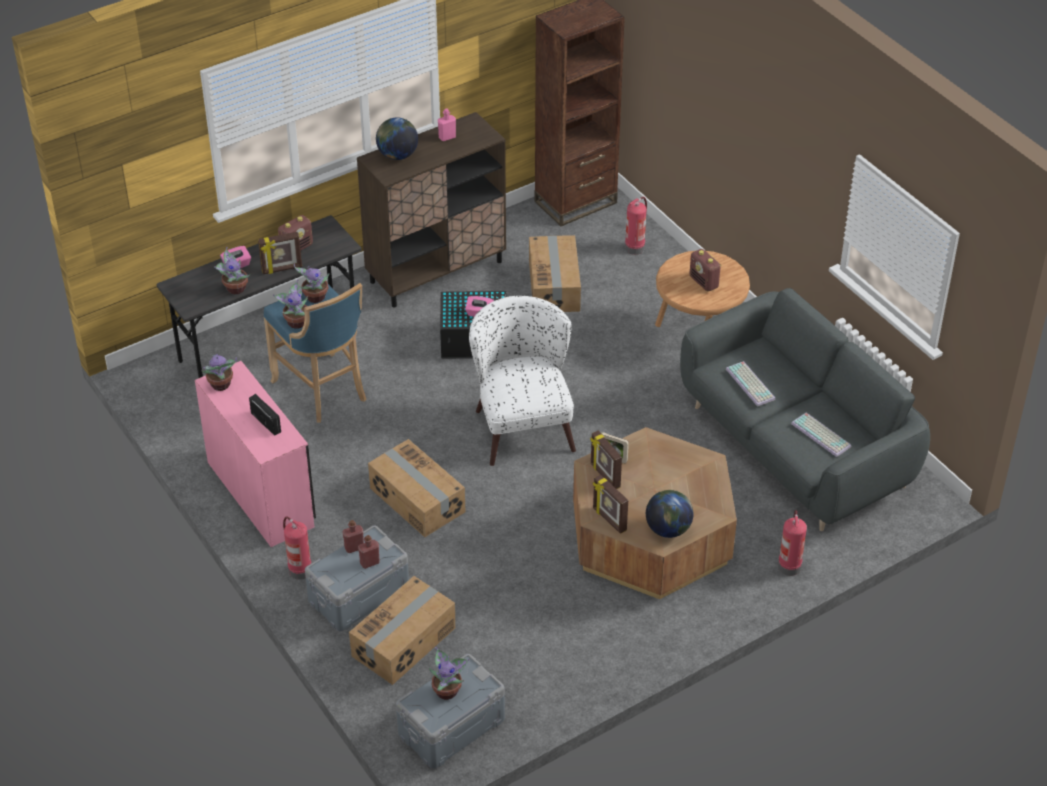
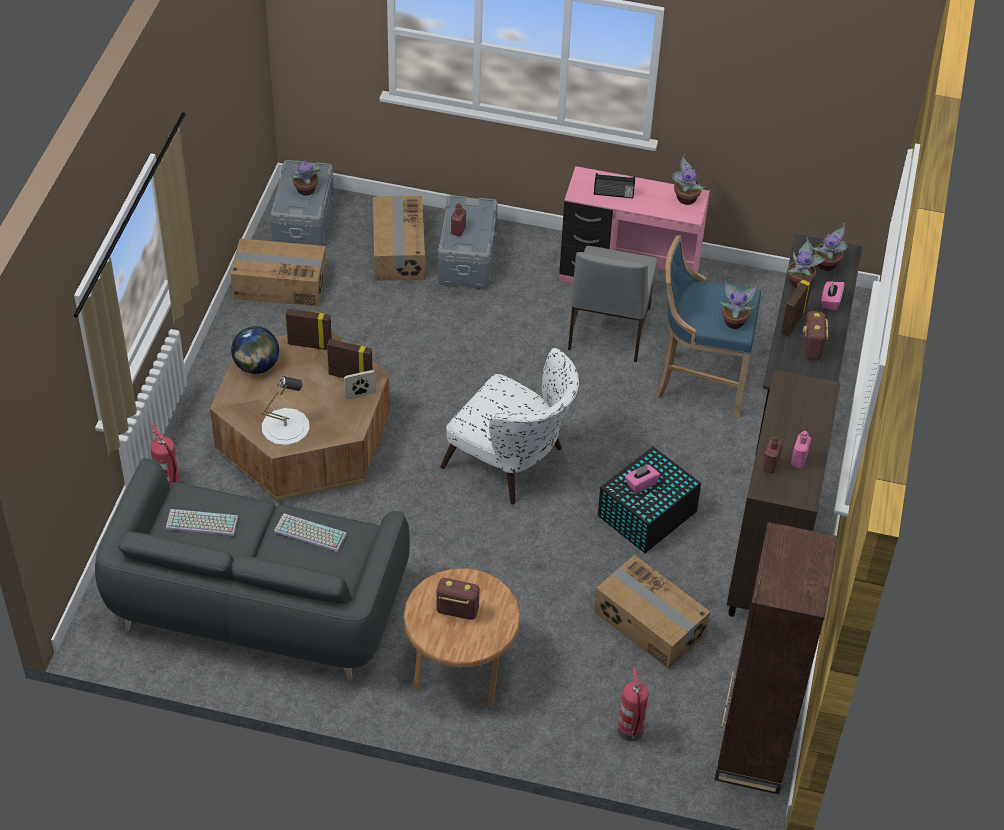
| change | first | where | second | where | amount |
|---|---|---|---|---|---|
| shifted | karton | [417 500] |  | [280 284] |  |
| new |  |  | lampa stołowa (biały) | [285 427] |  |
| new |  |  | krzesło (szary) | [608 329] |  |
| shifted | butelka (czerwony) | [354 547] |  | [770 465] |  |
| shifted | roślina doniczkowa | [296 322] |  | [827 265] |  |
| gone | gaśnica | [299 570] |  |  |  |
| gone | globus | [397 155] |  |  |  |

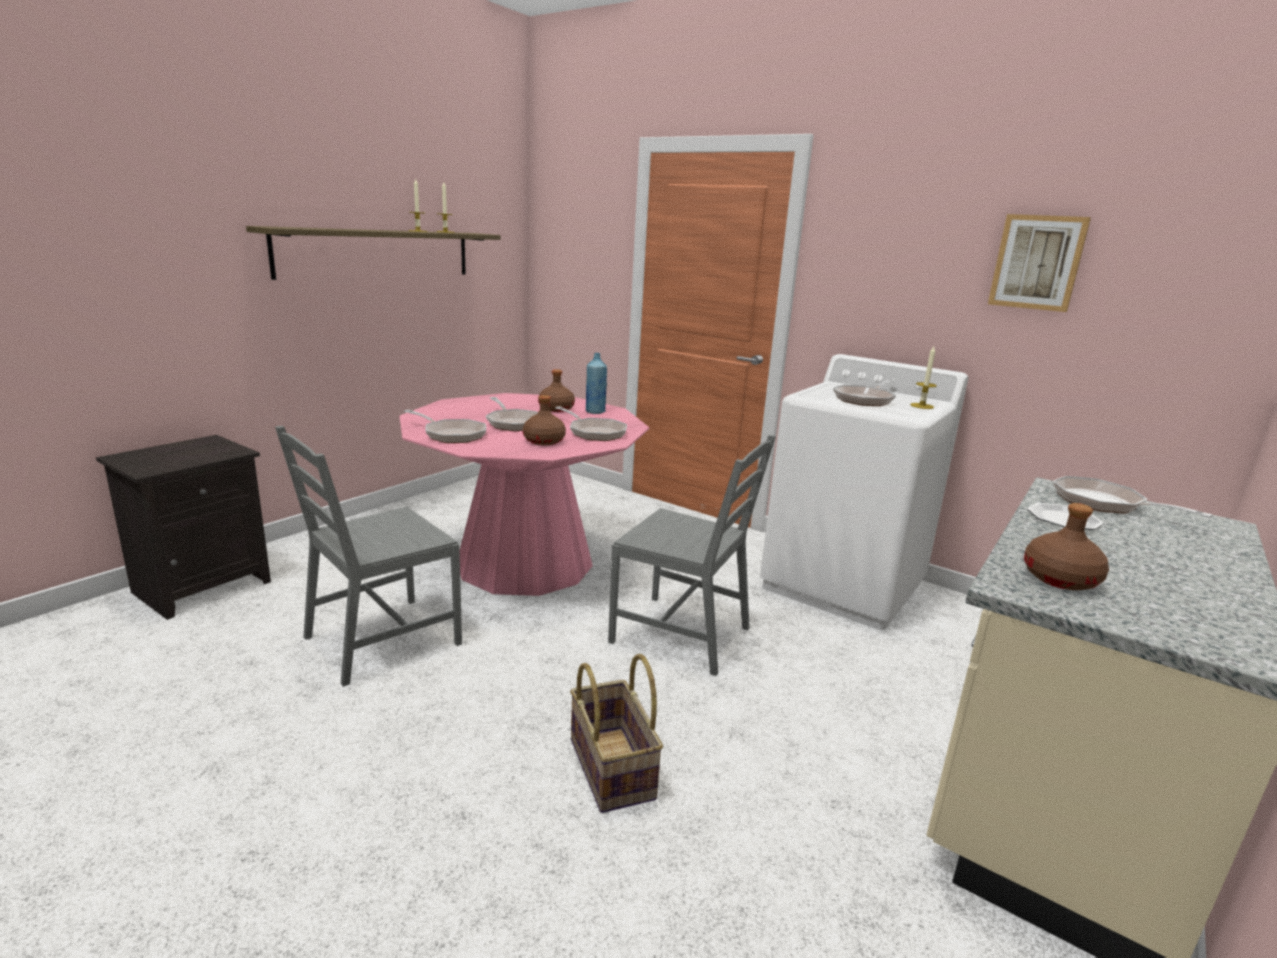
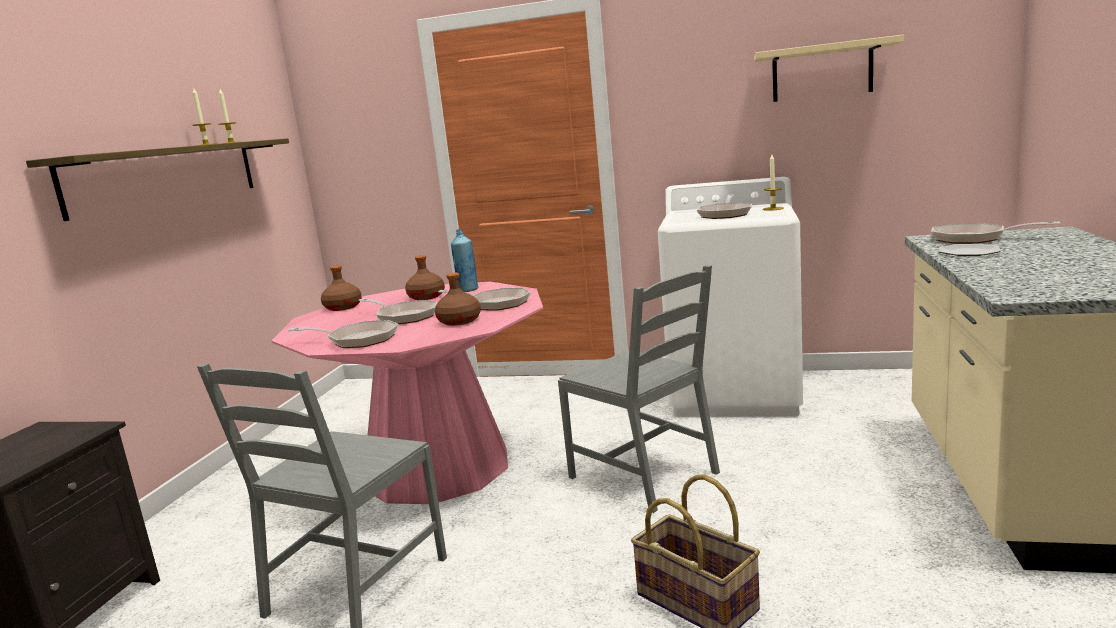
| change | first | where | second | where | amount |
|---|---|---|---|---|---|
| shifted | butelka (brązowy) | [1061 579] |  | [343 307] |  |
| rotated | krzesło (szary) | [682 634] |  | [645 474] | 45 degrees clockwise |
| swapped | obraz | [1037 262] | półka (beżowy) | [822 72] |  |

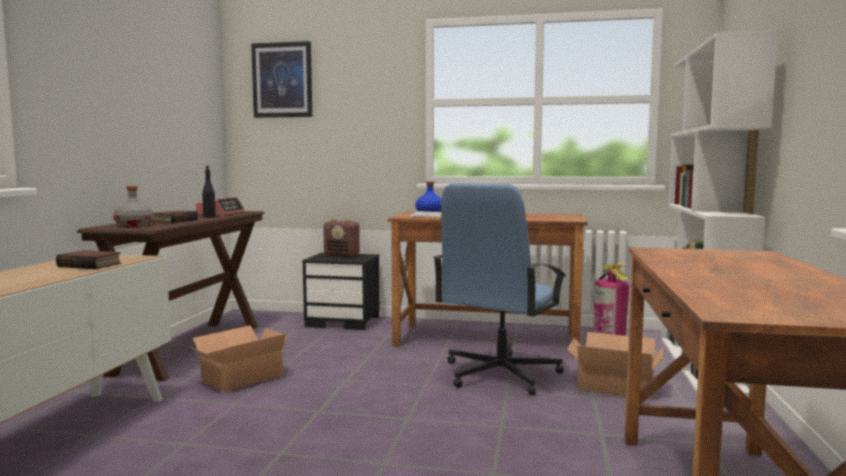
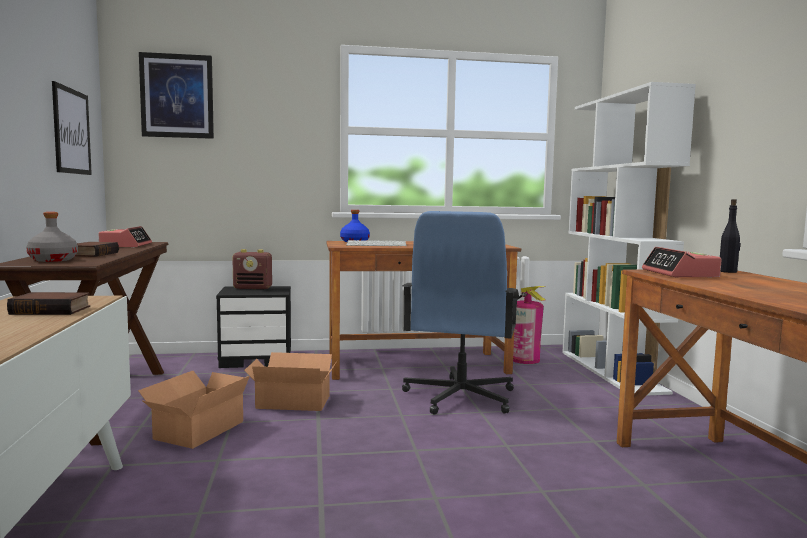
| change | first | where | second | where | amount |
|---|---|---|---|---|---|
| new |  |  | obraz | [71 131] |  |
| shifted | karton | [613 385] |  | [292 401] |  |
| new |  |  | budzik | [680 274] |  |
| shifted | butelka (czarny) | [209 217] |  | [728 271] |  |

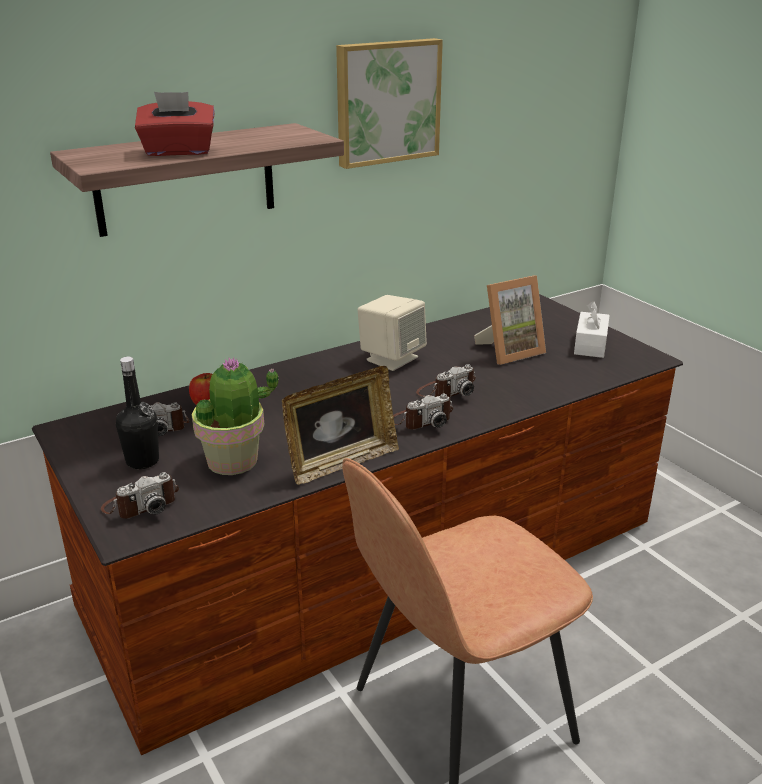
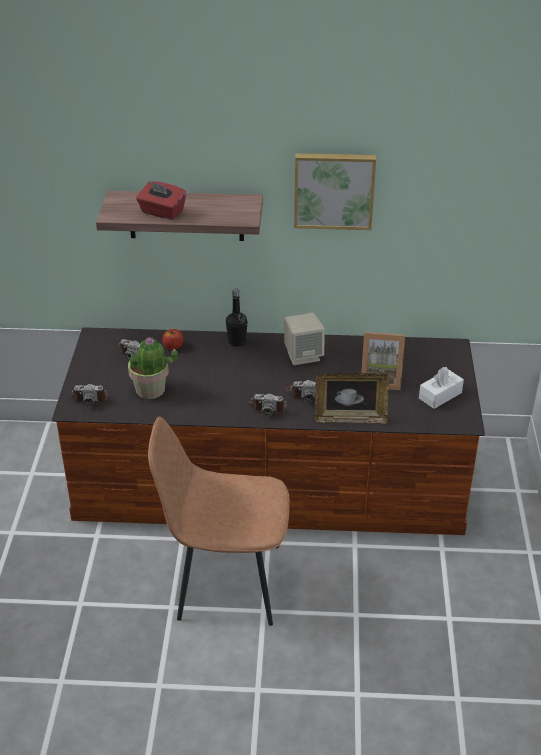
| change | first | where | second | where | amount |
|---|---|---|---|---|---|
| shifted | butelka (czarny) | [142 461] |  | [237 342] |  |
| shifted | ramka na zdjęcie | [341 462] |  | [350 418] |  |

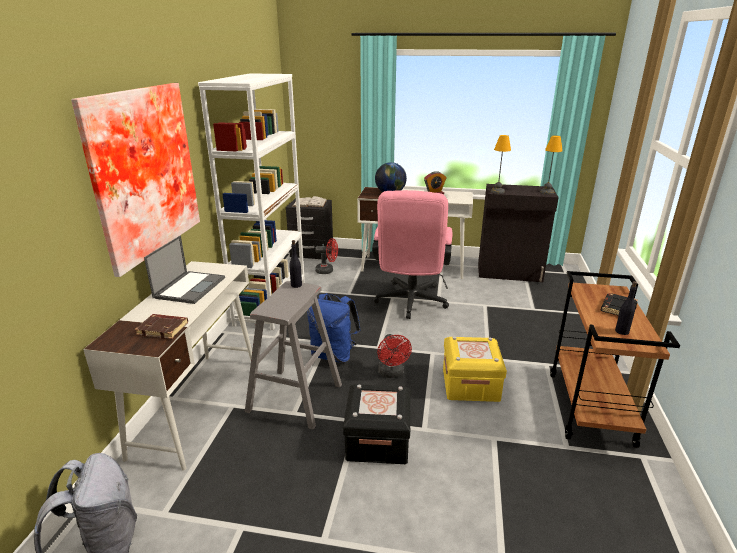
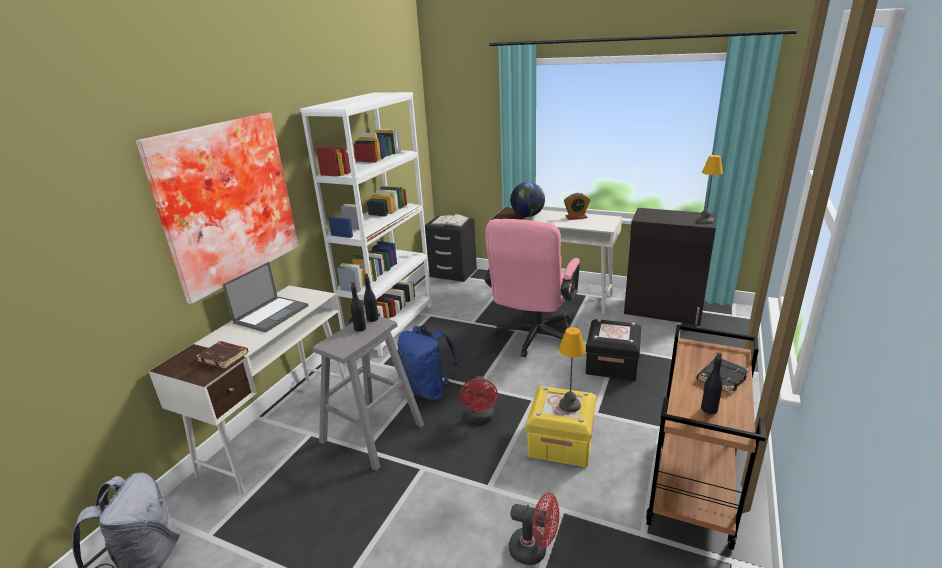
| change | first | where | second | where | amount |
|---|---|---|---|---|---|
| new |  |  | butelka (czarny) | [360 328] |  |
| shifted | wentylator (czerwony) | [327 271] |  | [534 550] |  |
| shifted | lampa stołowa | [497 191] |  | [569 405] |  |
| shifted | pojemnik do przechowywania (czarny) | [377 440] |  | [612 364] |  |

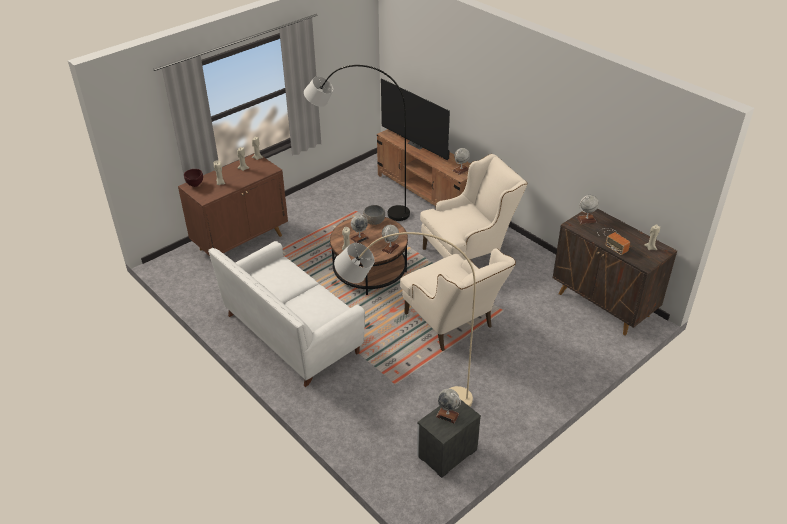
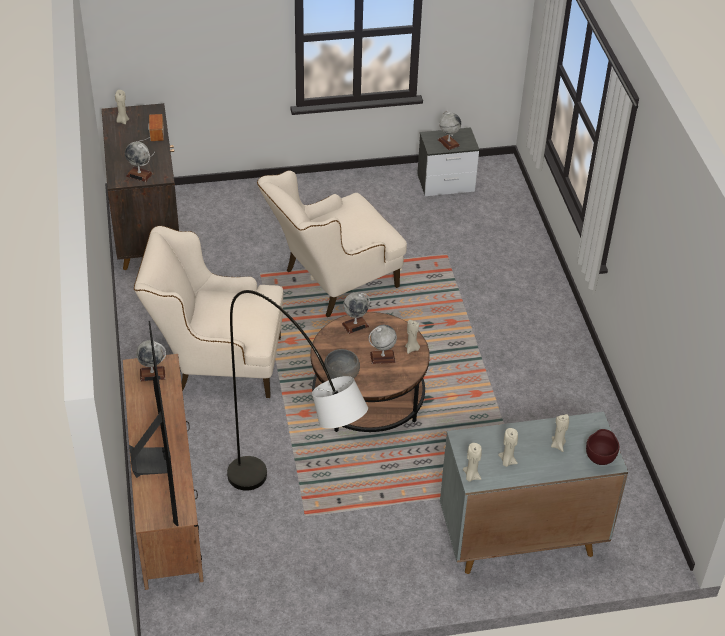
| change | first | where | second | where | amount |
|---|---|---|---|---|---|
| rotated | fotel (beżowy) | [453 325] |  | [331 283] | 120 degrees counterclockwise |
| repainted | szafka (brązowy) | [241 242] | szafka (szary) | [520 538] |  |
| gone | kanapa (biały) | [291 333] |  |  |  |
| gone | lampa stojąca (beżowy) | [403 392] |  |  |  |

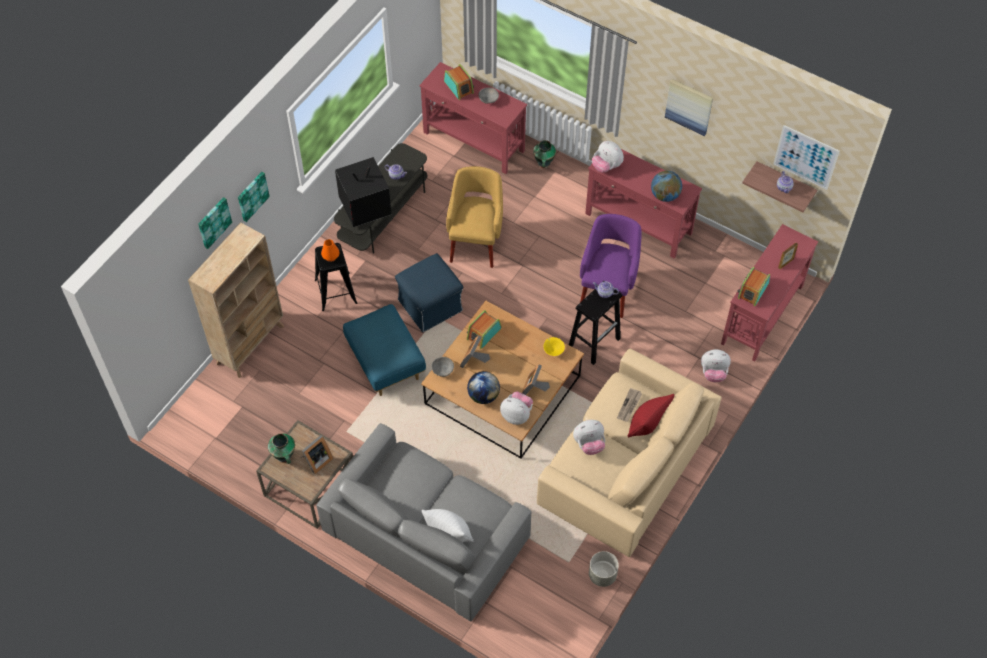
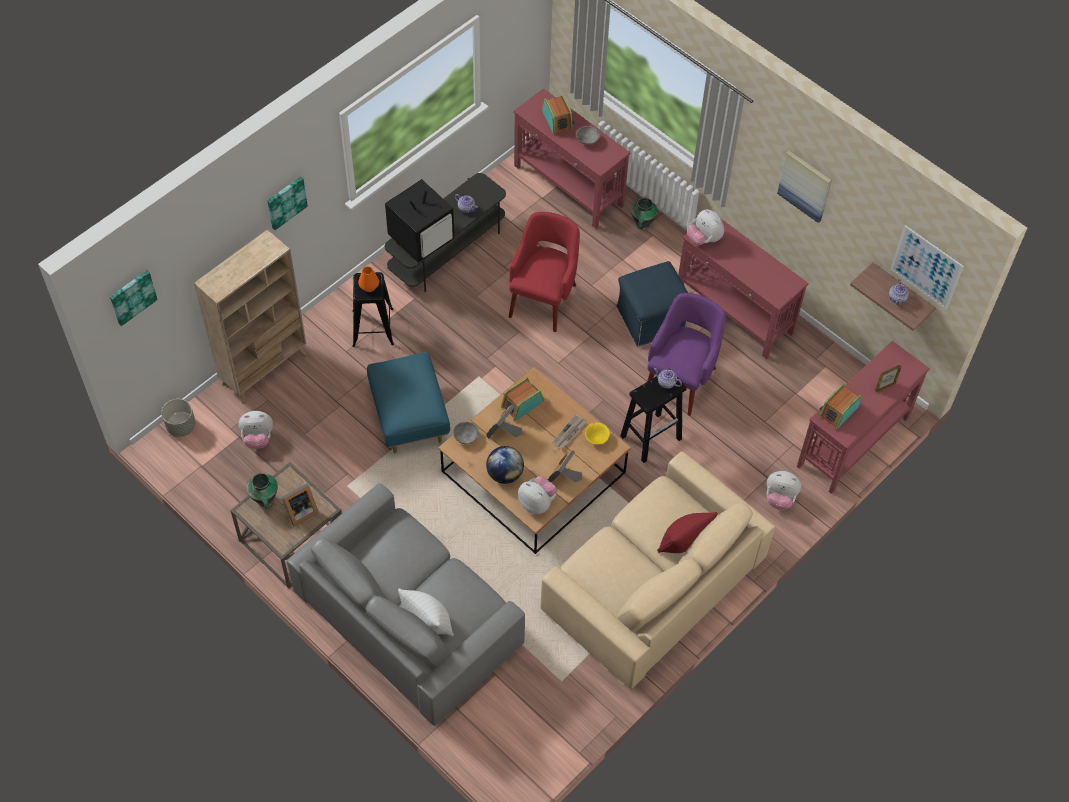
| change | first | where | second | where | amount |
|---|---|---|---|---|---|
| shifted | obraz | [213 222] |  | [132 296] |  |
| shifted | donica (szary) | [602 575] |  | [181 426] |  |
| shifted | pluszak | [589 444] |  | [258 438] |  |
| rotated | telewizor | [364 207] |  | [422 238] | 150 degrees clockwise |
| repainted | fotel (żółty) | [476 241] | fotel (czerwony) | [544 298] |  |
| shifted | gazeta | [629 406] |  | [569 433] |  |
| shifted | pufa (niebieski) | [431 305] |  | [652 318] |  |
| gone | globus | [665 195] |  |  |  |

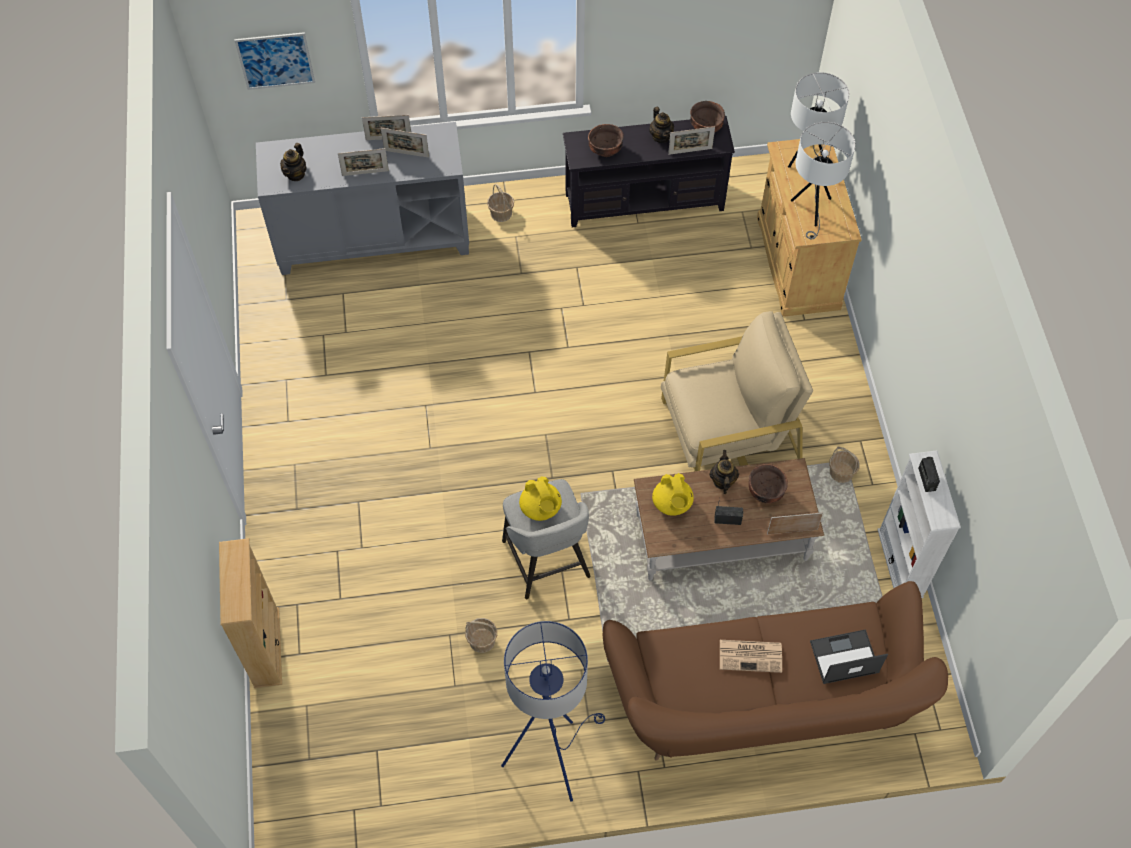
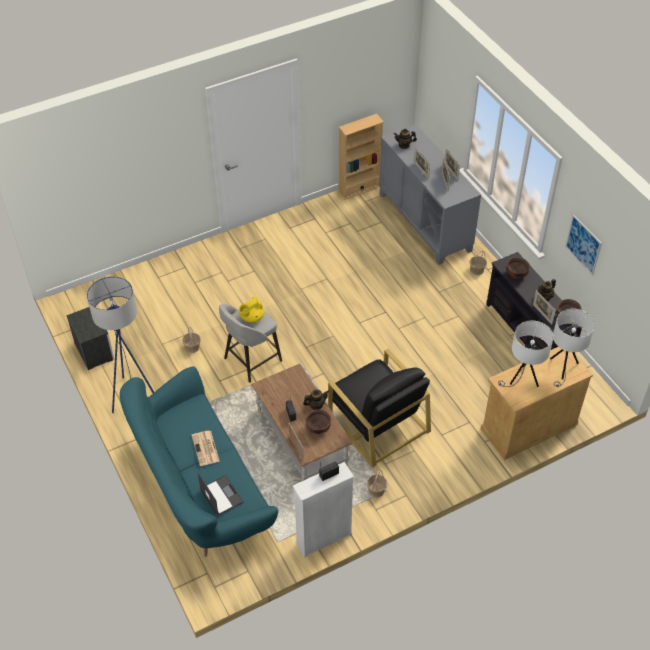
| change | first | where | second | where | amount |
|---|---|---|---|---|---|
| new |  |  | szafka nocna | [94 350] |  |
| repainted | kanapa (brązowy) | [762 703] | kanapa (turkusowy) | [199 487] |  |
| repainted | fotel (beżowy) | [729 431] | fotel (czarny) | [378 422] |  |
| shifted | regał (beżowy) | [266 647] |  | [359 189] |  |
| shifted | obraz | [275 60] |  | [583 244] |  |
| gone | imbryk (żółty) | [672 504] |  |  |  |

